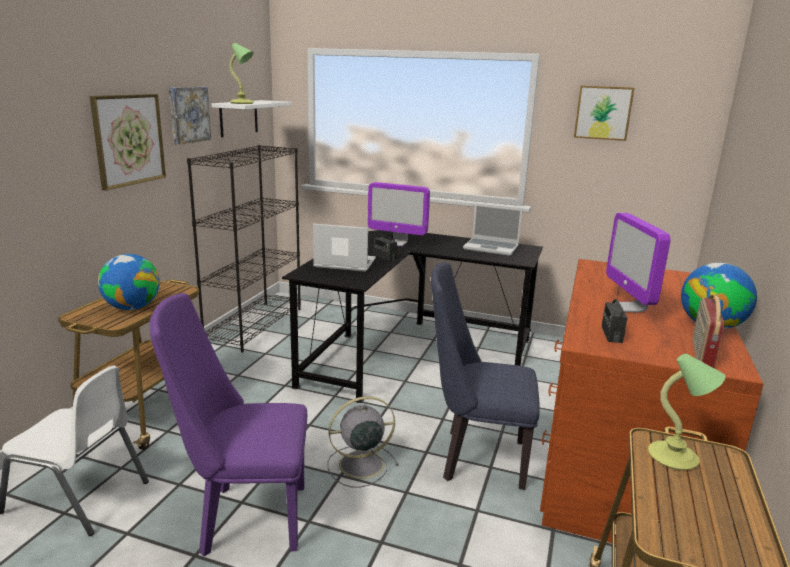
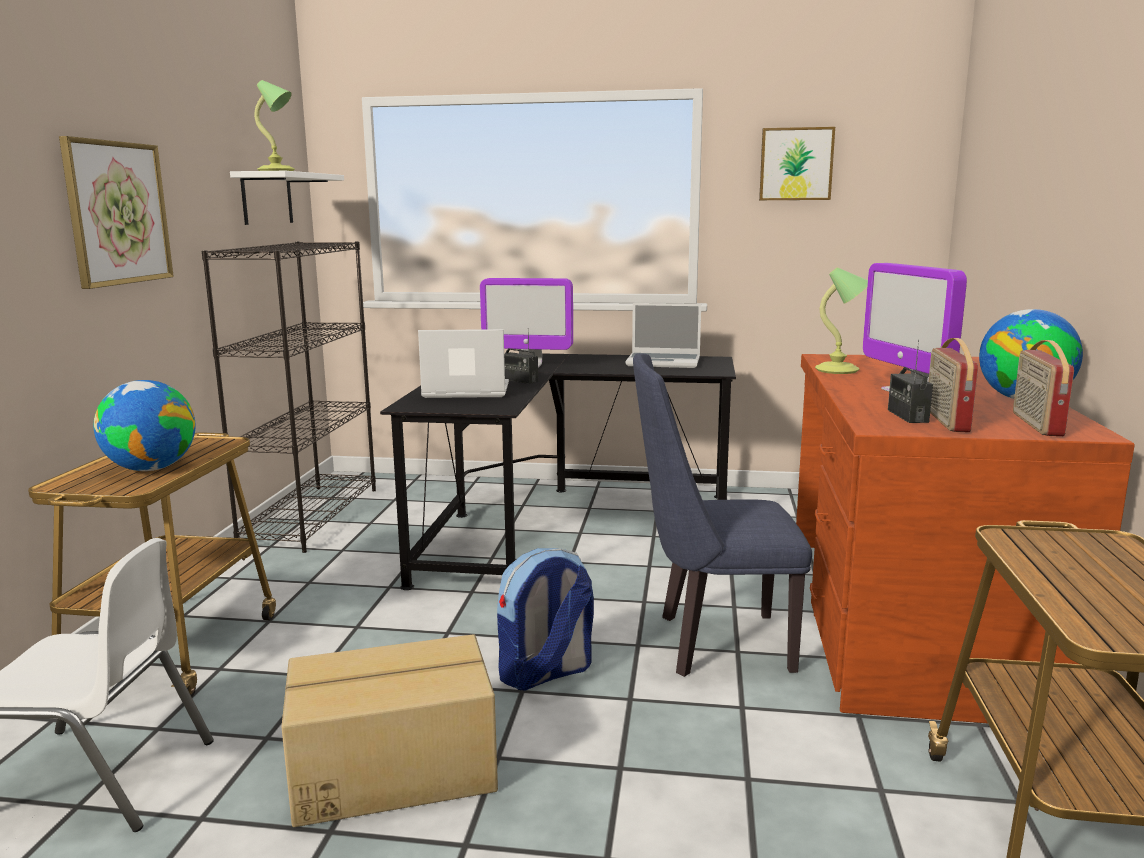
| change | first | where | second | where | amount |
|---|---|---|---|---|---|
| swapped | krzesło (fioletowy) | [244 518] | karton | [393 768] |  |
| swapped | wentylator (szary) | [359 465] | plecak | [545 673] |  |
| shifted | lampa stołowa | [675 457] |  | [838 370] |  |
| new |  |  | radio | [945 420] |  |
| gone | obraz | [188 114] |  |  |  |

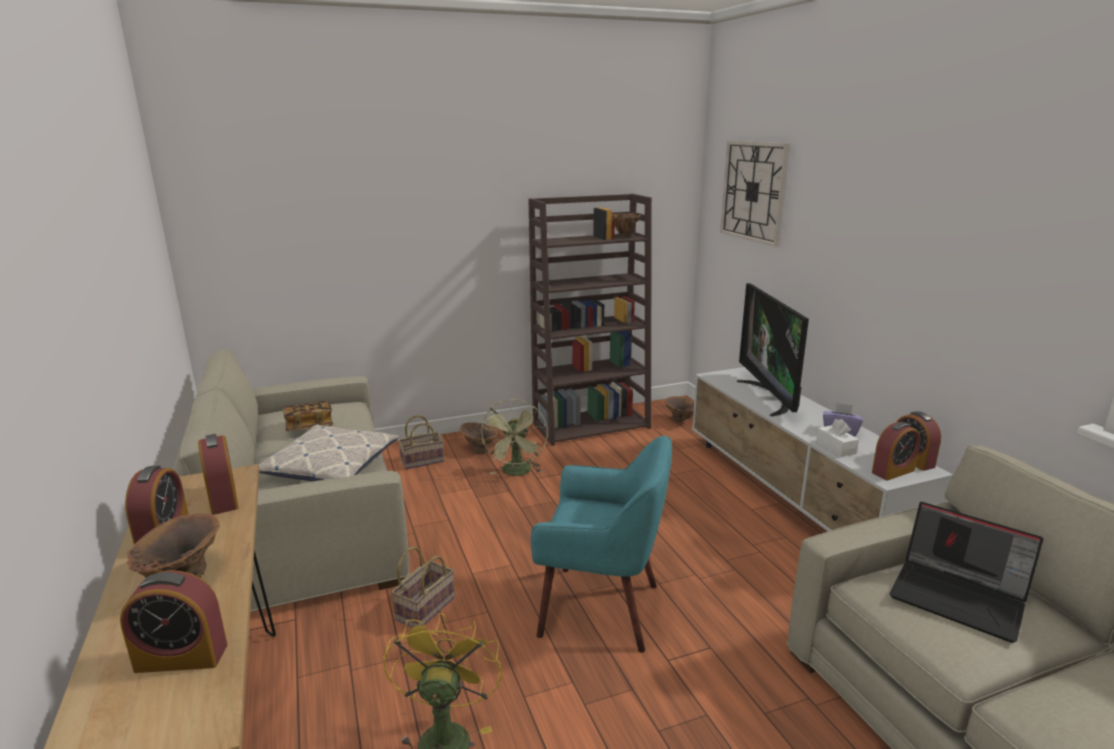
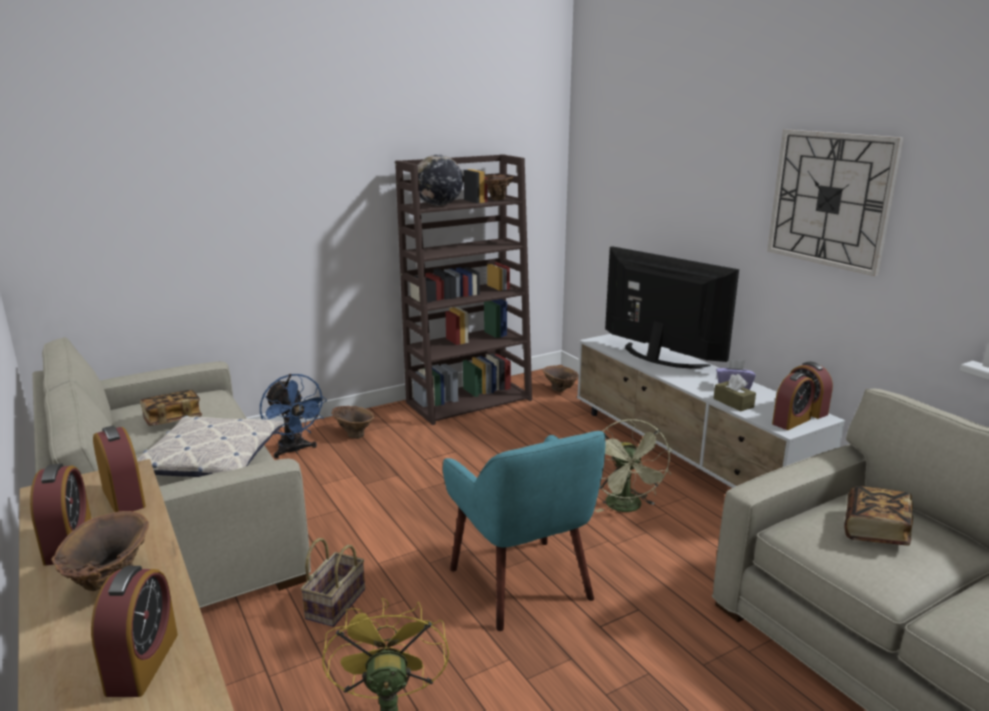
| change | first | where | second | where | amount |
|---|---|---|---|---|---|
| rotated | budzik | [181 657] |  | [142 663] | 75 degrees counterclockwise |
| swapped | koszyk | [423 460] | wentylator (niebieski) | [294 450] |  |
| new |  |  | globus | [439 205] |  |
| rotated | fotel (turkusowy) | [601 608] |  | [522 584] | 60 degrees clockwise |
| shifted | wentylator (zielony) | [517 473] |  | [627 508] |  |
| rotated | telewizor | [769 397] |  | [658 358] | 150 degrees clockwise |
| repainted | pudełko chusteczek (biały) | [835 447] | pudełko chusteczek (brązowy) | [733 403] |  |
| shifted | zegar ścienny | [753 191] |  | [830 199] |  |
| swapped | laptop | [959 597] | książka | [875 530] |  |

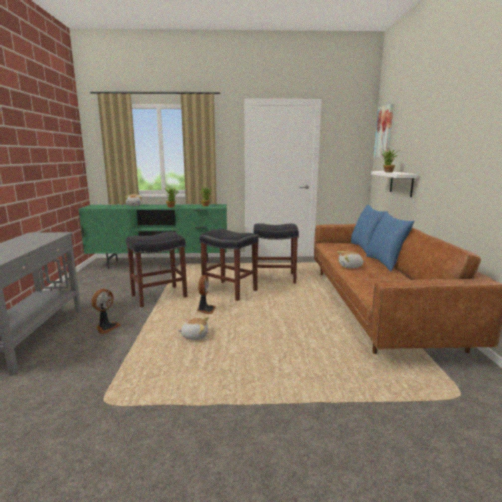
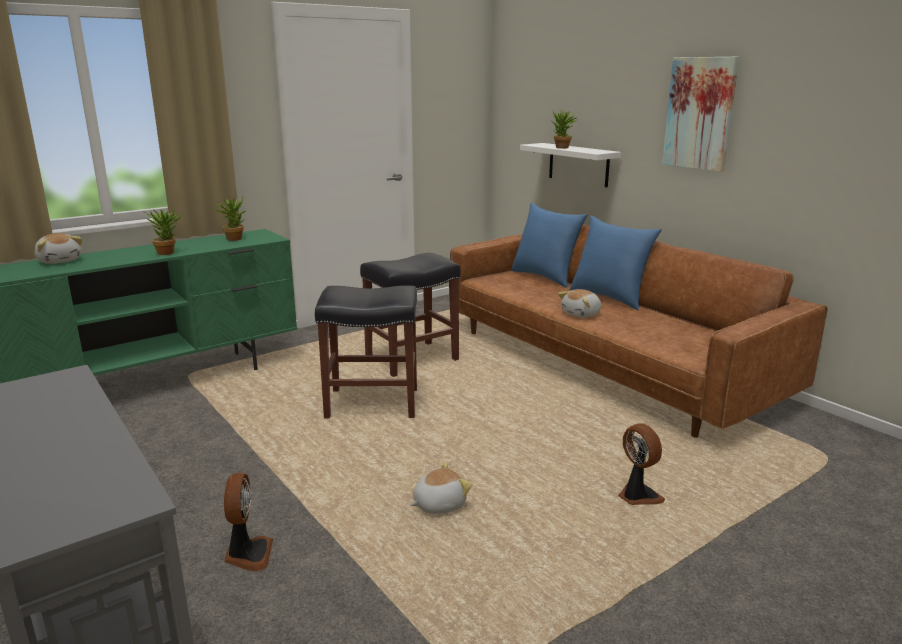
| change | first | where | second | where | amount |
|---|---|---|---|---|---|
| shifted | wentylator | [205 310] |  | [638 496] |  |
| shifted | obraz | [384 132] |  | [700 113] |  |
| gone | stołek (czarny) | [159 296] |  |  |  |

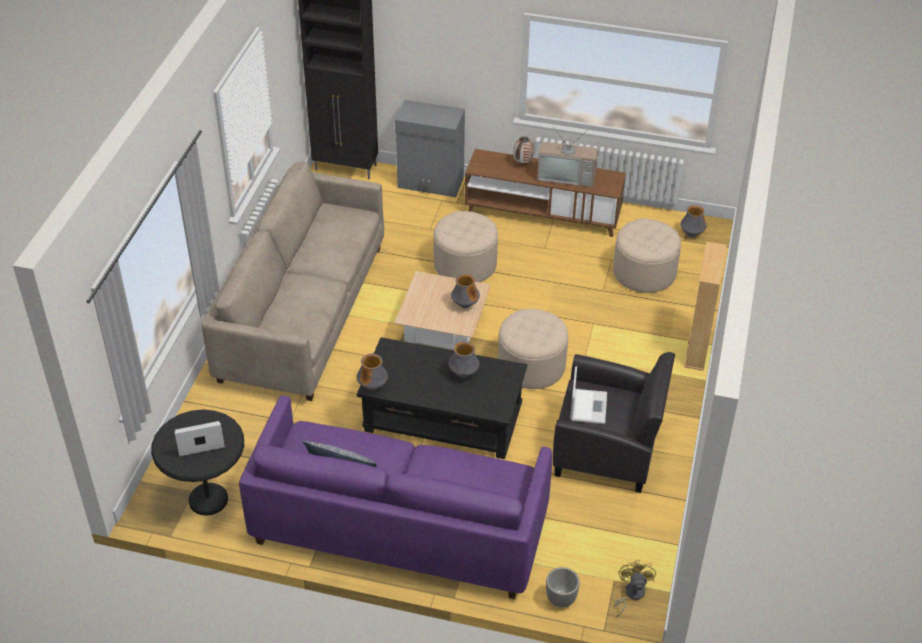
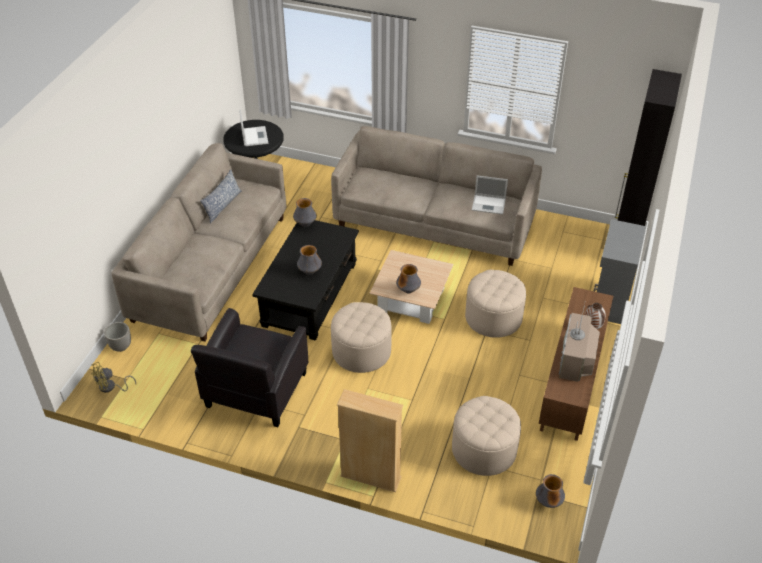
| change | first | where | second | where | amount |
|---|---|---|---|---|---|
| rotated | wentylator (żółty) | [631 594] |  | [110 387] | 135 degrees clockwise |
| repainted | kanapa (fioletowy) | [399 527] | kanapa (beżowy) | [211 267] |  |
| shifted | laptop | [588 406] |  | [489 204] |  |

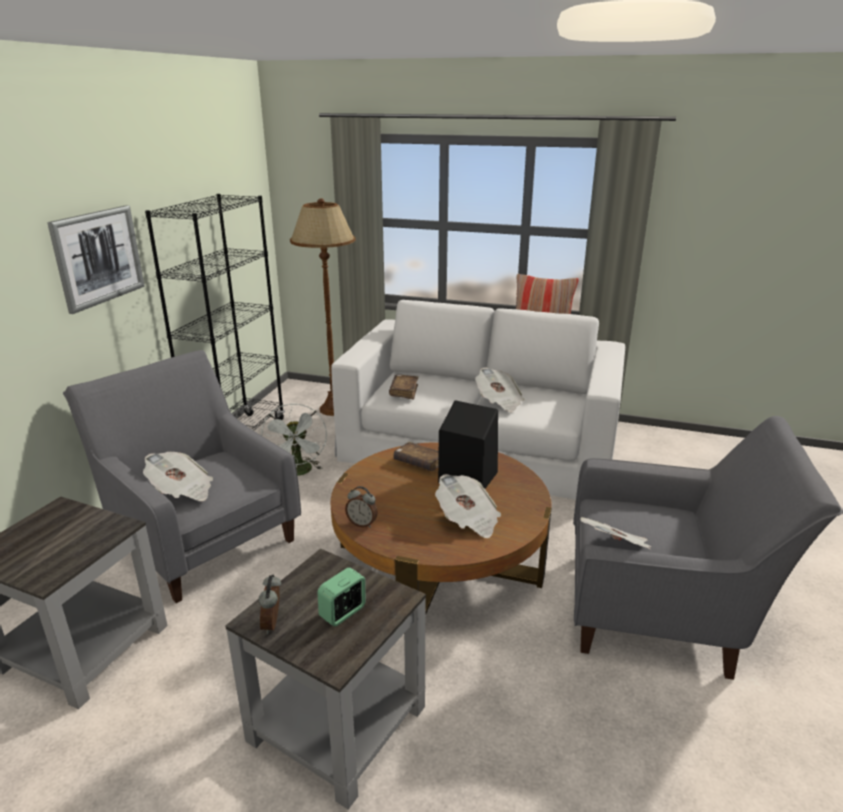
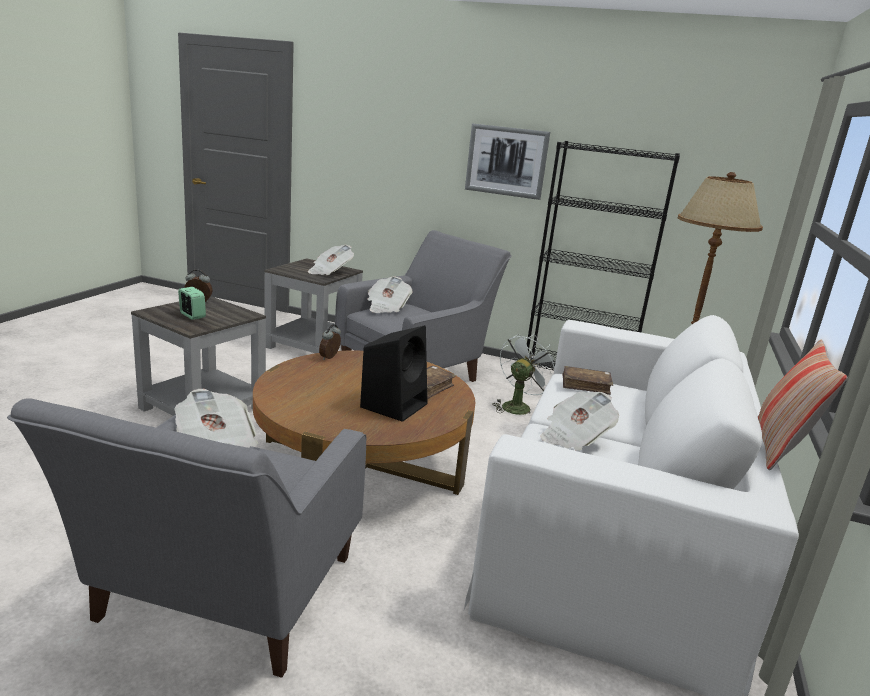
| change | first | where | second | where | amount |
|---|---|---|---|---|---|
| shifted | gazeta | [468 520] |  | [330 272] |  |
| rotated | wentylator (biały) | [299 472] |  | [518 406] | 135 degrees clockwise |

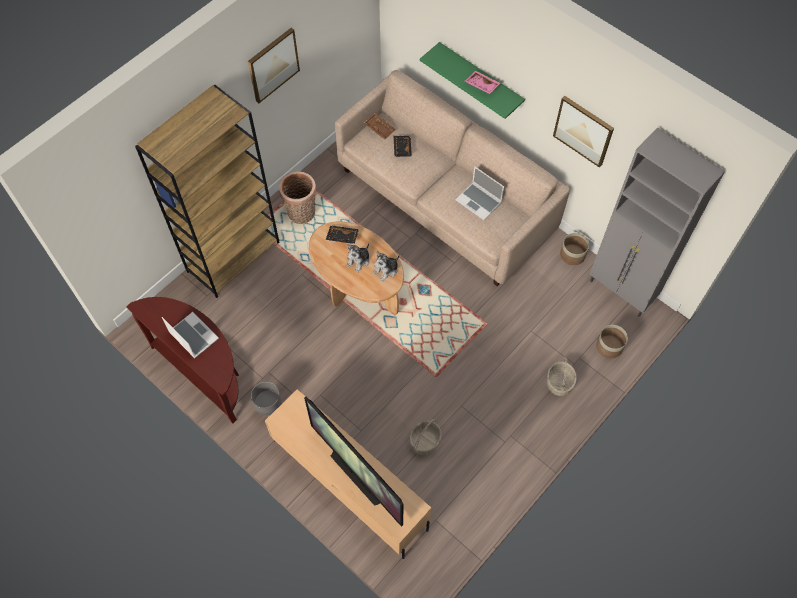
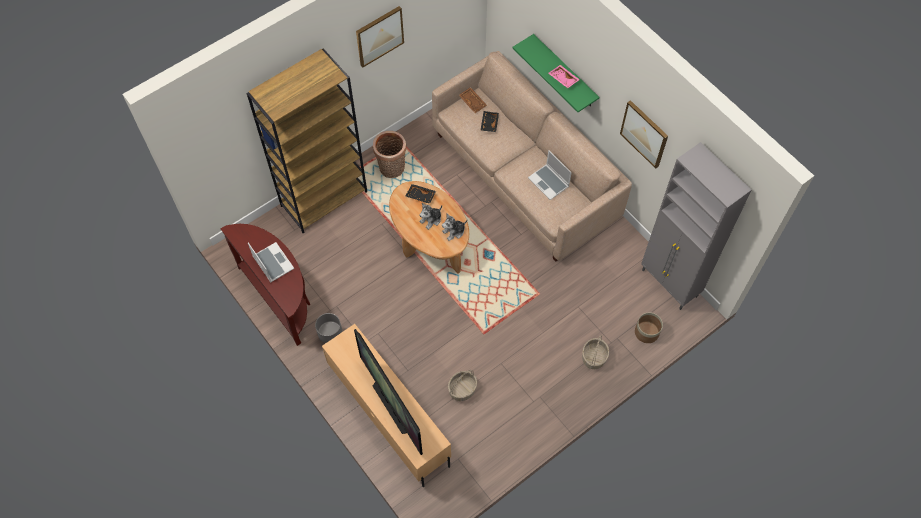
| change | first | where | second | where | amount |
|---|---|---|---|---|---|
| gone | donica | [572 254] |  |  |  |

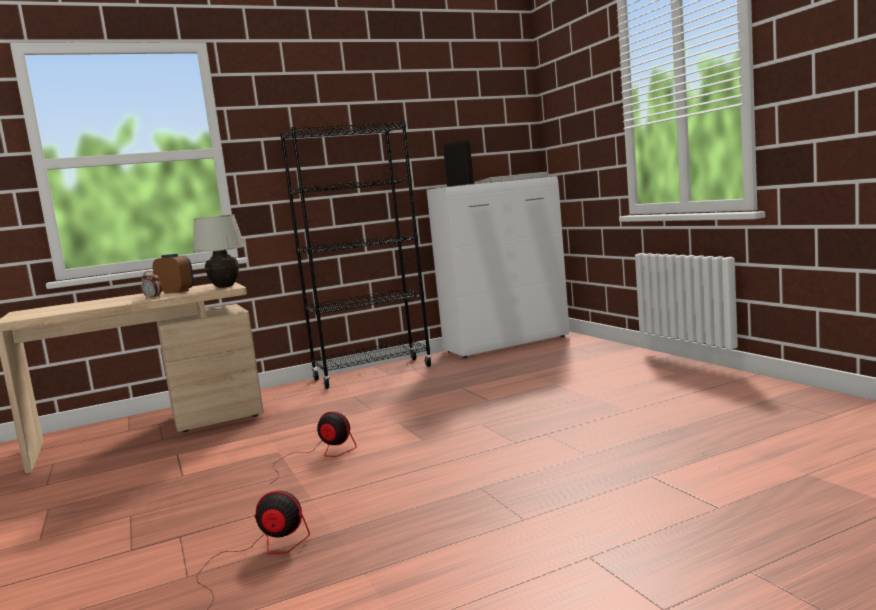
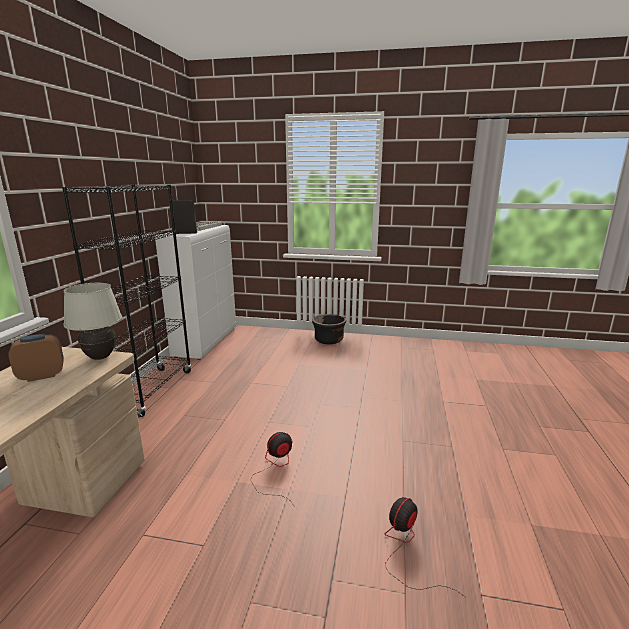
| change | first | where | second | where | amount |
|---|---|---|---|---|---|
| new |  |  | donica (czarny) | [329 340] |  |
| gone | budzik | [153 298] |  |  |  |

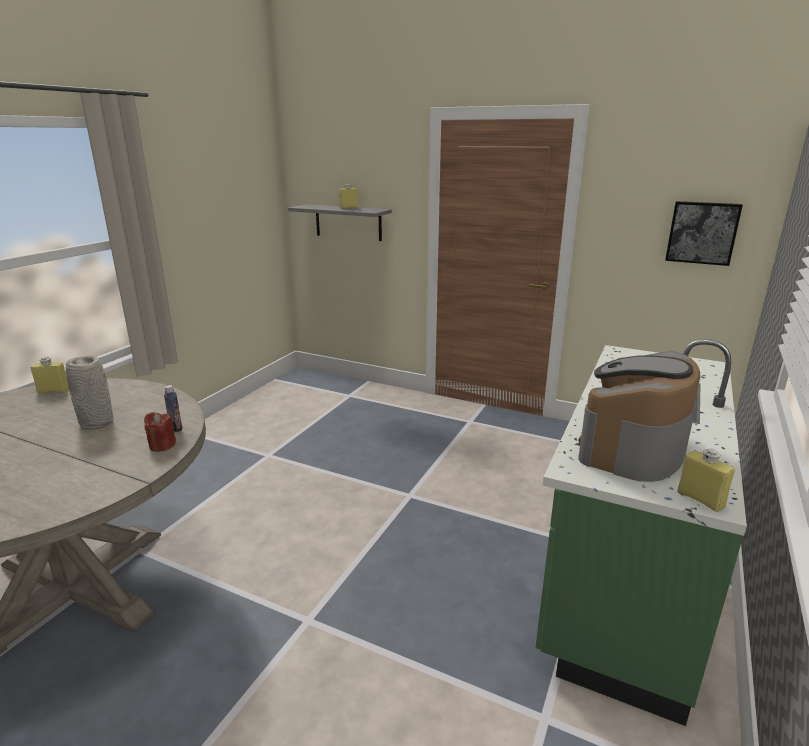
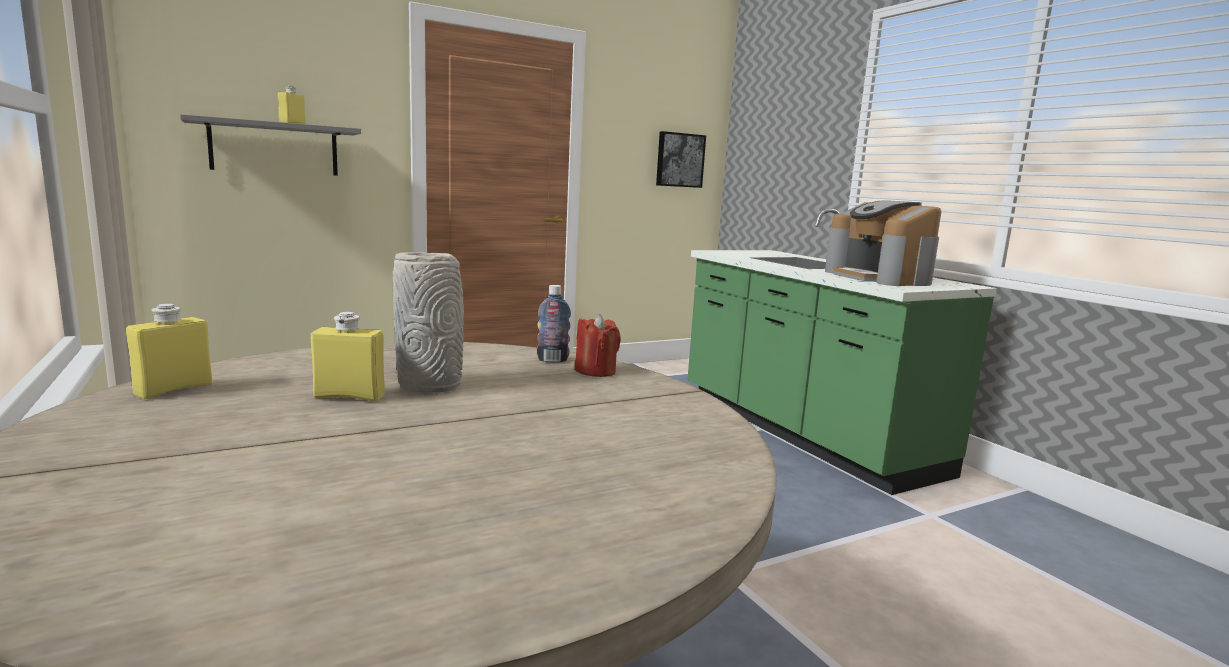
| change | first | where | second | where | amount |
|---|---|---|---|---|---|
| shifted | butelka (żółty) | [700 499] |  | [349 396] |  |

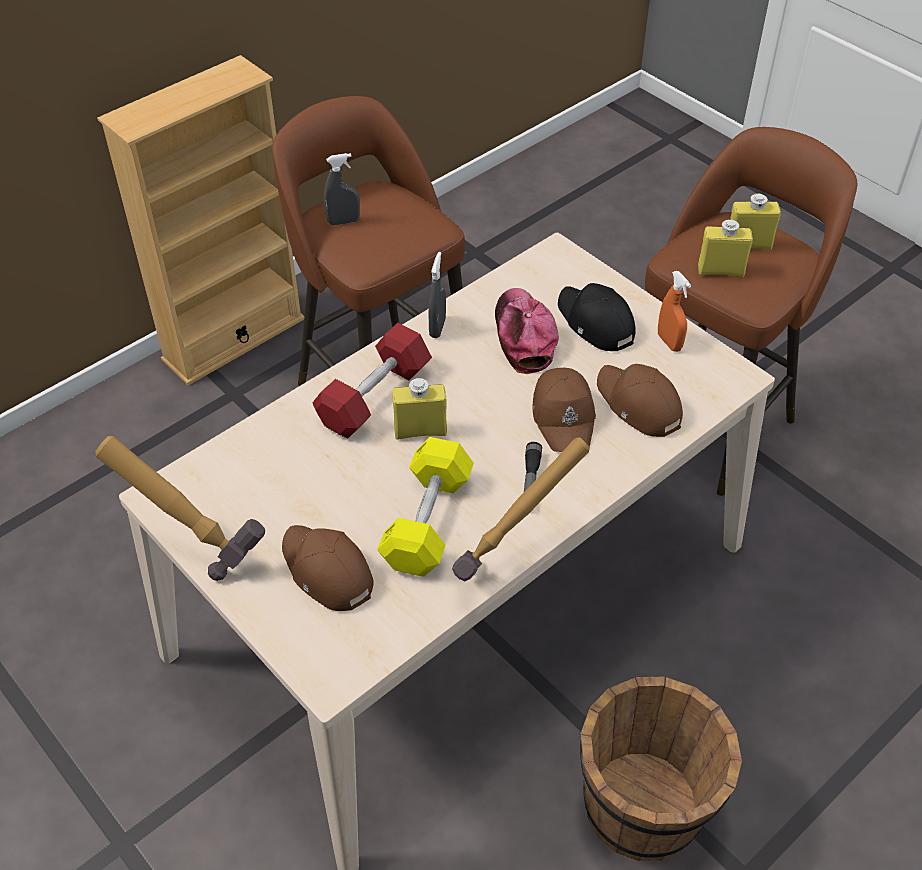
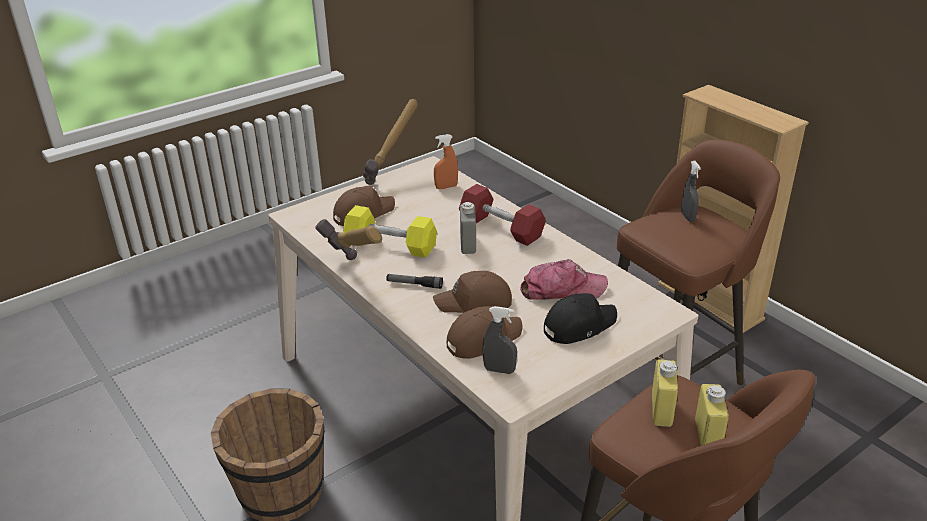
| change | first | where | second | where | amount |
|---|---|---|---|---|---|
| shifted | spryskiwacz (pomarańczowy) | [669 342] |  | [446 187] |  |
| repainted | butelka (żółty) | [420 430] | butelka (szary) | [468 244] |  |
| shifted | spryskiwacz (szary) | [437 328] |  | [499 370] |  |

